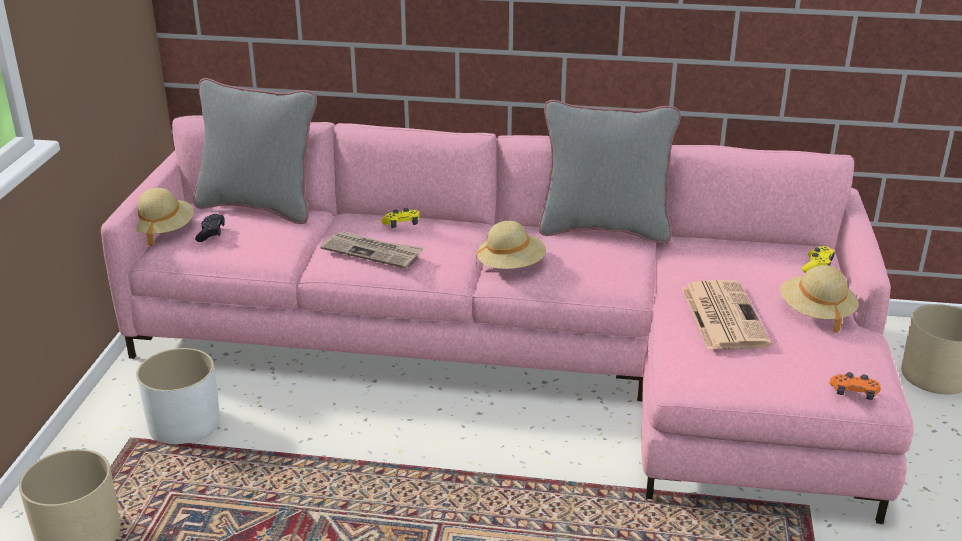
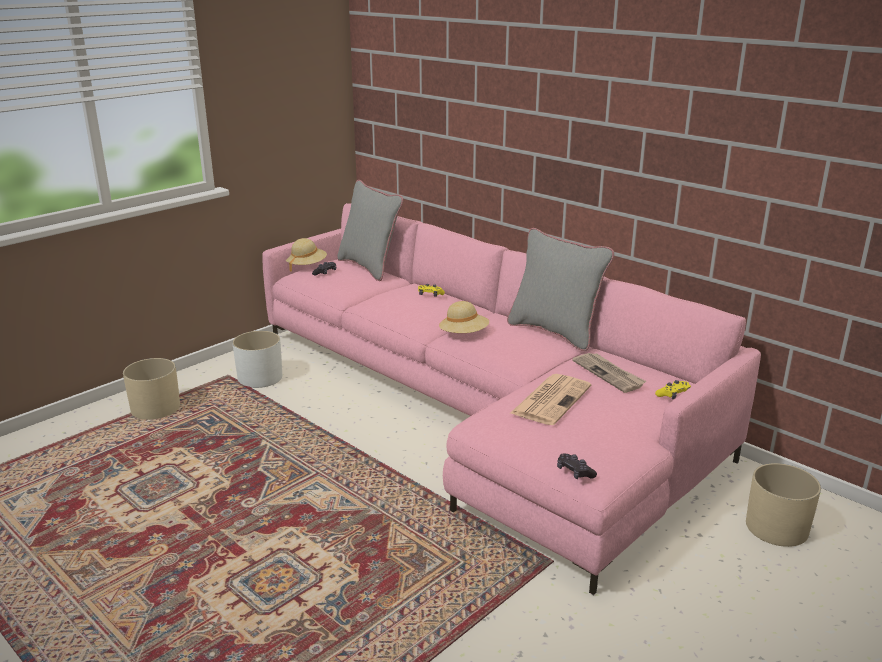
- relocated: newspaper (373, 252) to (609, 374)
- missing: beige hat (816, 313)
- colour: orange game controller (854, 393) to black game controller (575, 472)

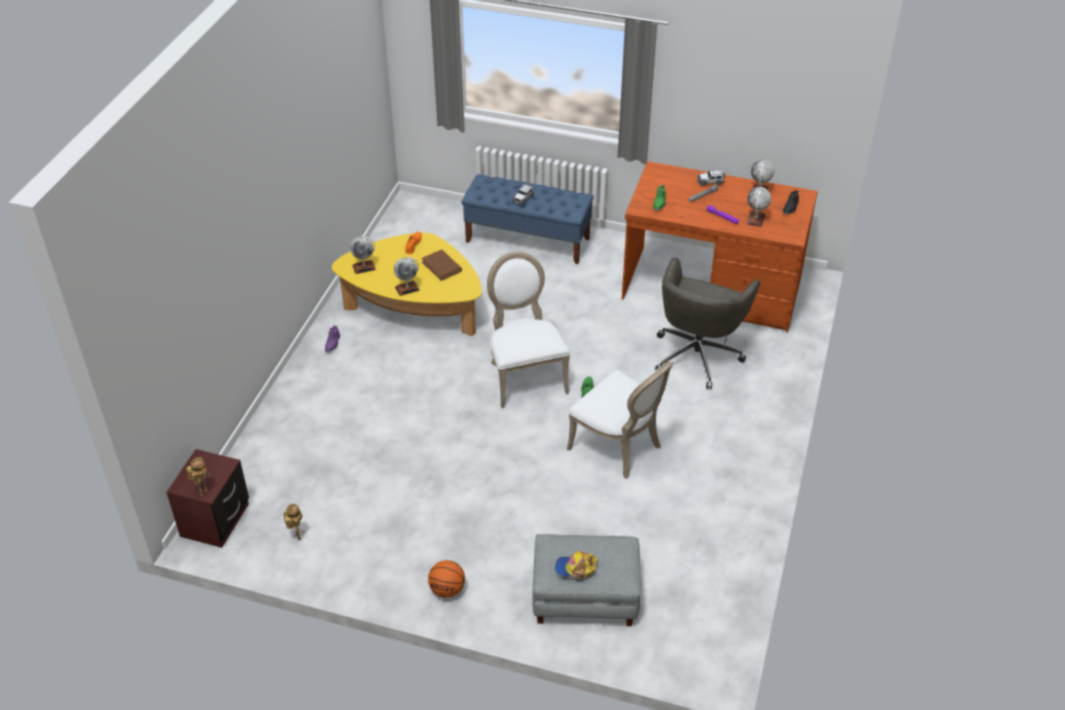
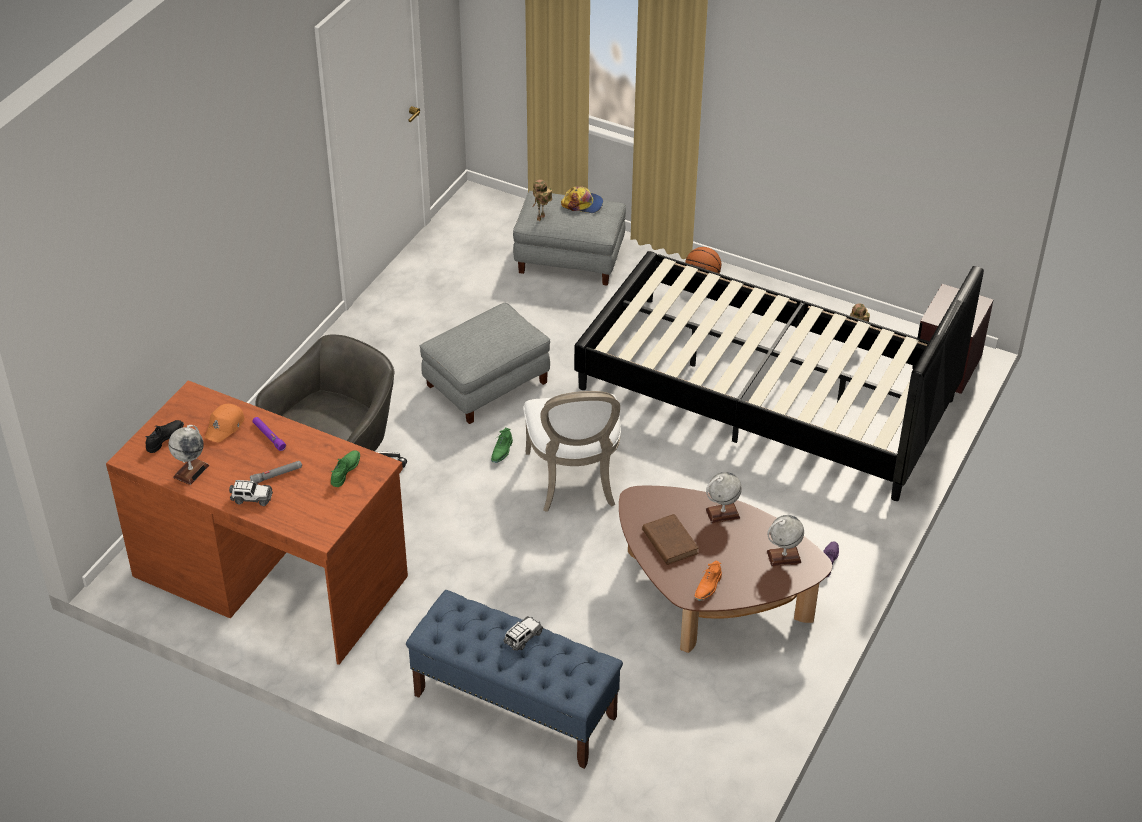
- exchanged: globe (756, 219) to orange cap (225, 427)
- colour: yellow coffee table (414, 310) to brown coffee table (710, 600)
- exchanged: white chair (619, 447) to grey ottoman (486, 383)
- relocated: toy robot (203, 491) to (541, 219)
- appeared: black bed (766, 395)

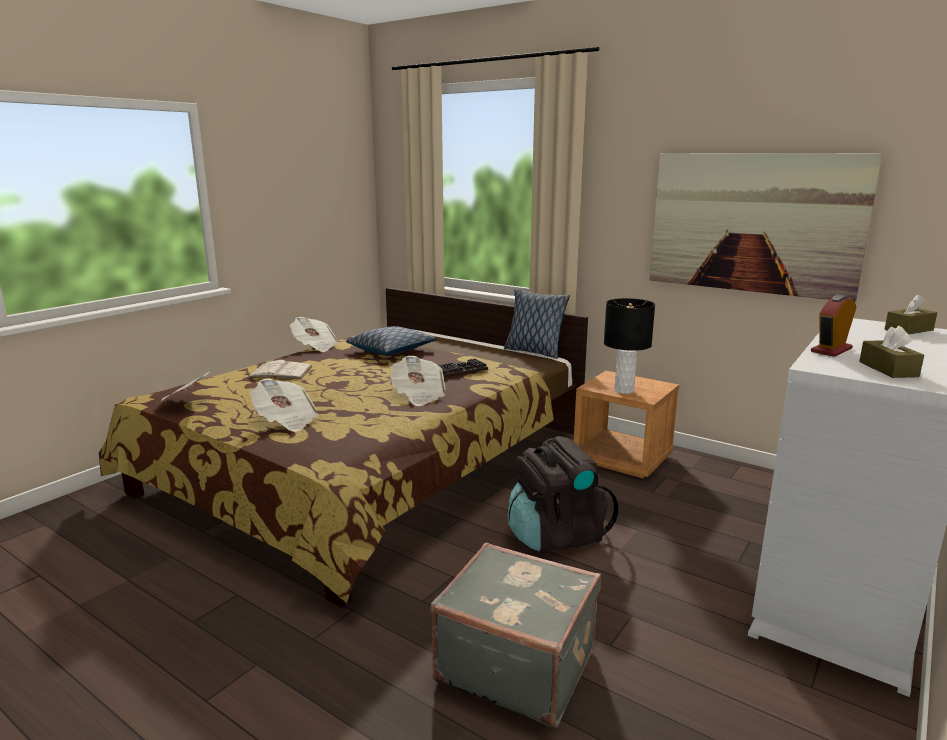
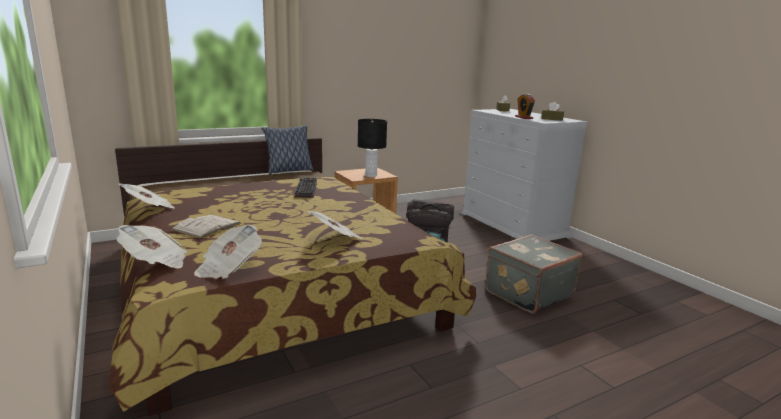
- missing: picture (754, 223)
- missing: pillow (391, 350)
- relocated: newspaper (418, 395) to (156, 262)

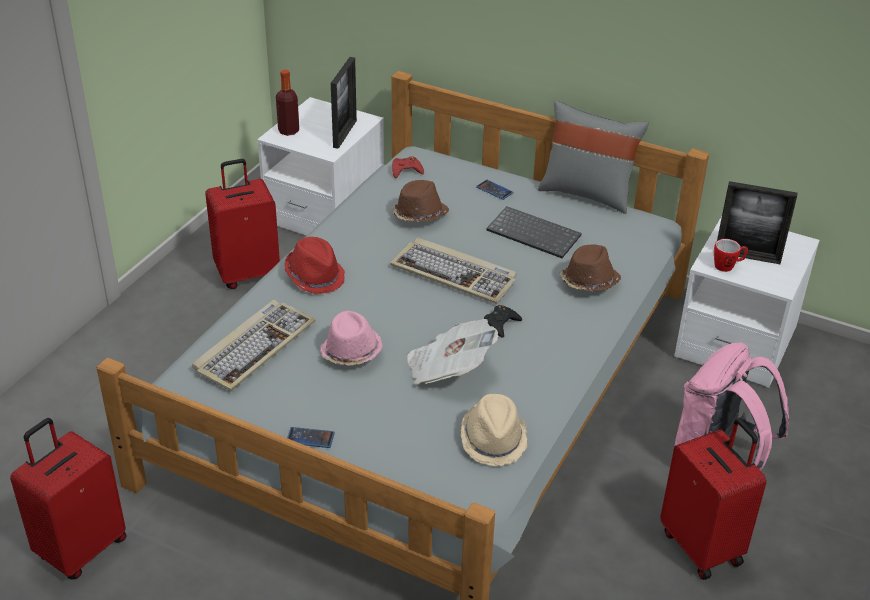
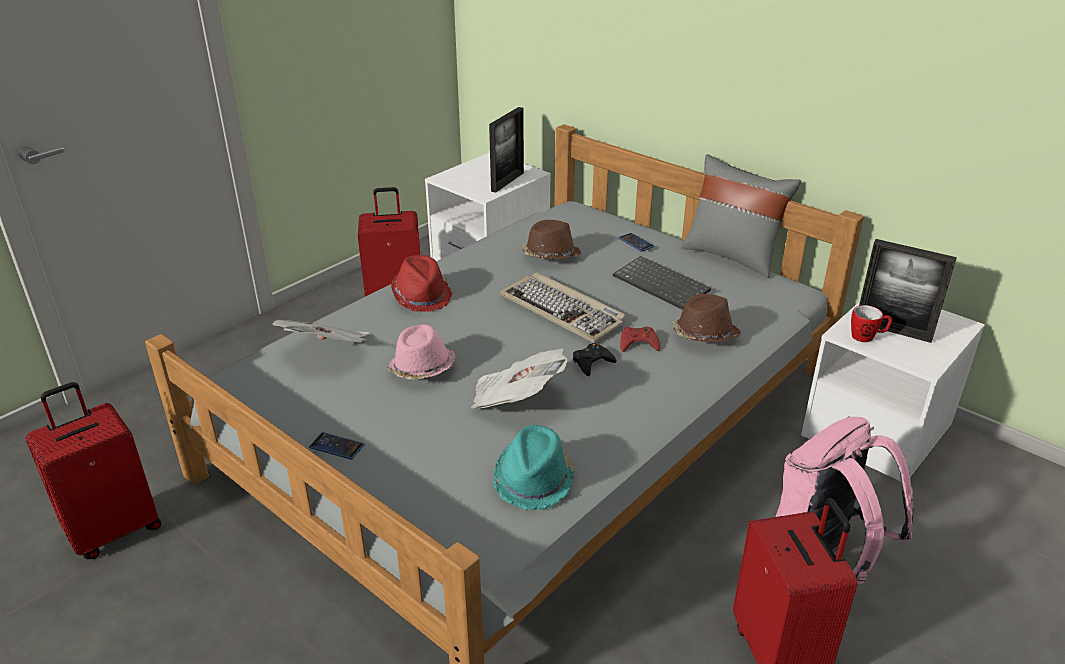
- missing: bottle (288, 131)
- relocated: red game controller (406, 170) to (638, 343)
- exchanged: keyboard (254, 347) to newspaper (328, 351)
- colour: beige hat (493, 439) to turquoise hat (534, 479)

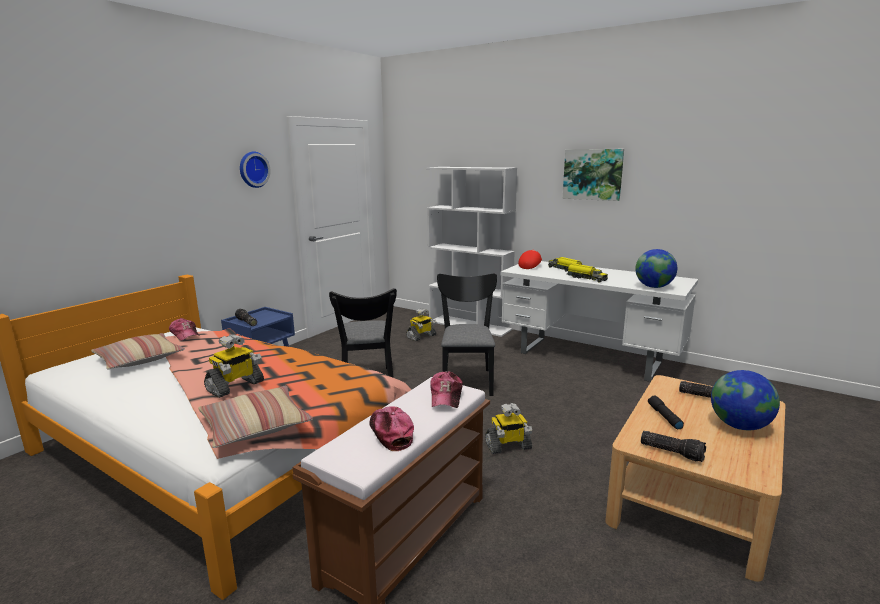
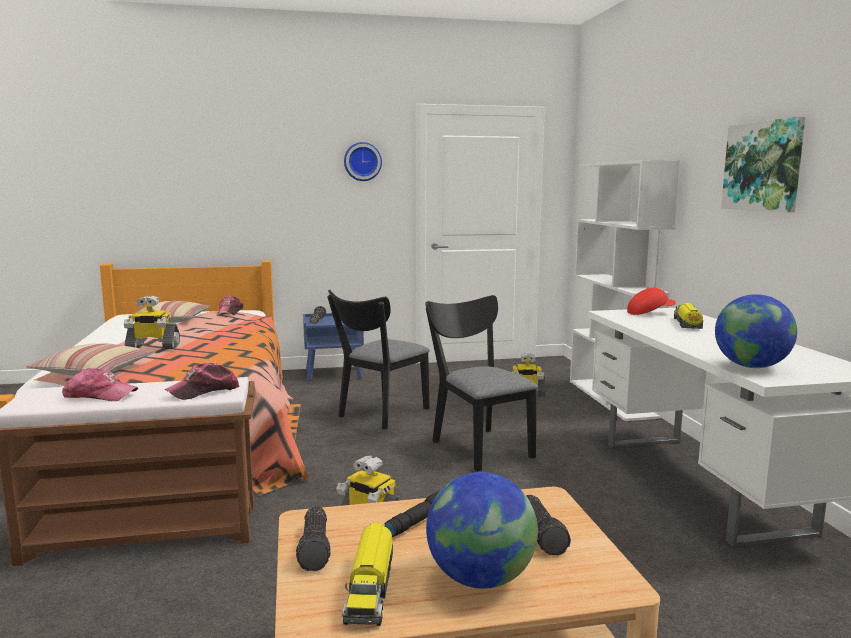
- relocated: toy truck (586, 278) to (370, 587)
- spun: black chair (467, 379) = (478, 446) 75 degrees counterclockwise
- spun: cap (390, 433) = (100, 395) 75 degrees clockwise

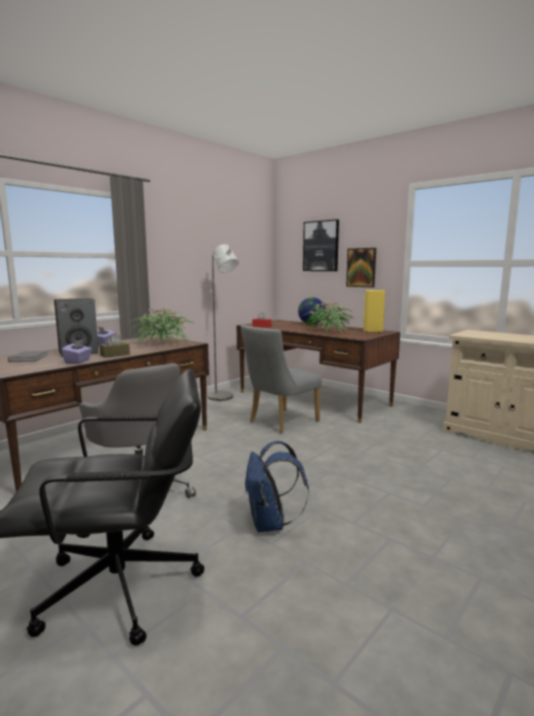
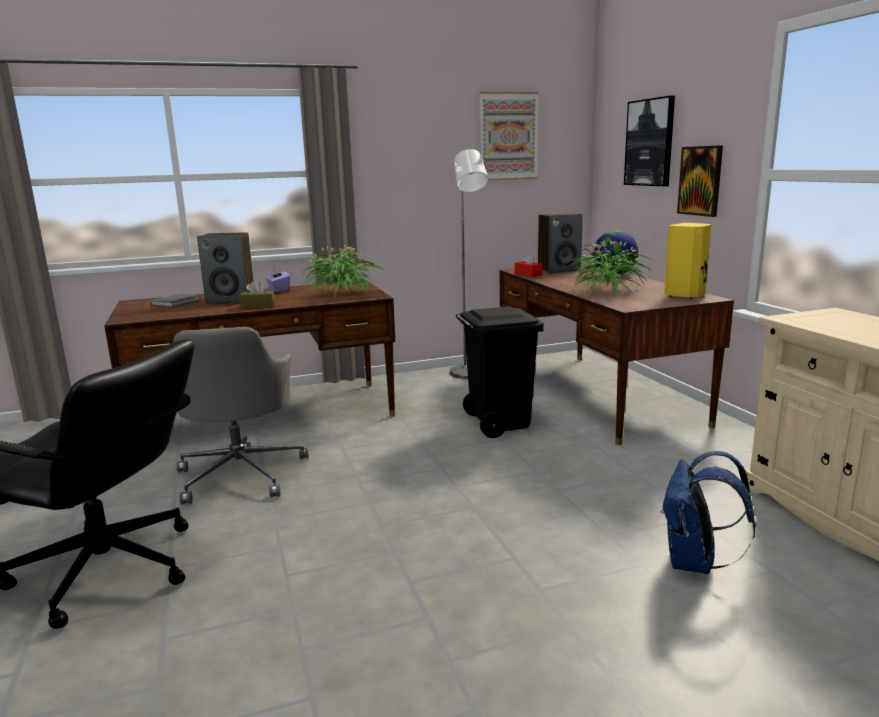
- exchanged: grey chair (279, 422) to black trash can (498, 423)
- missing: purple tissue box (78, 361)
- relocated: blue backpack (270, 524) to (695, 563)
- appeared: picture (508, 136)
- appeared: speaker (559, 270)

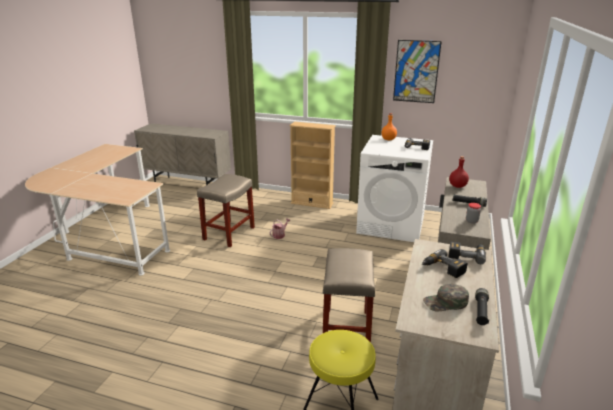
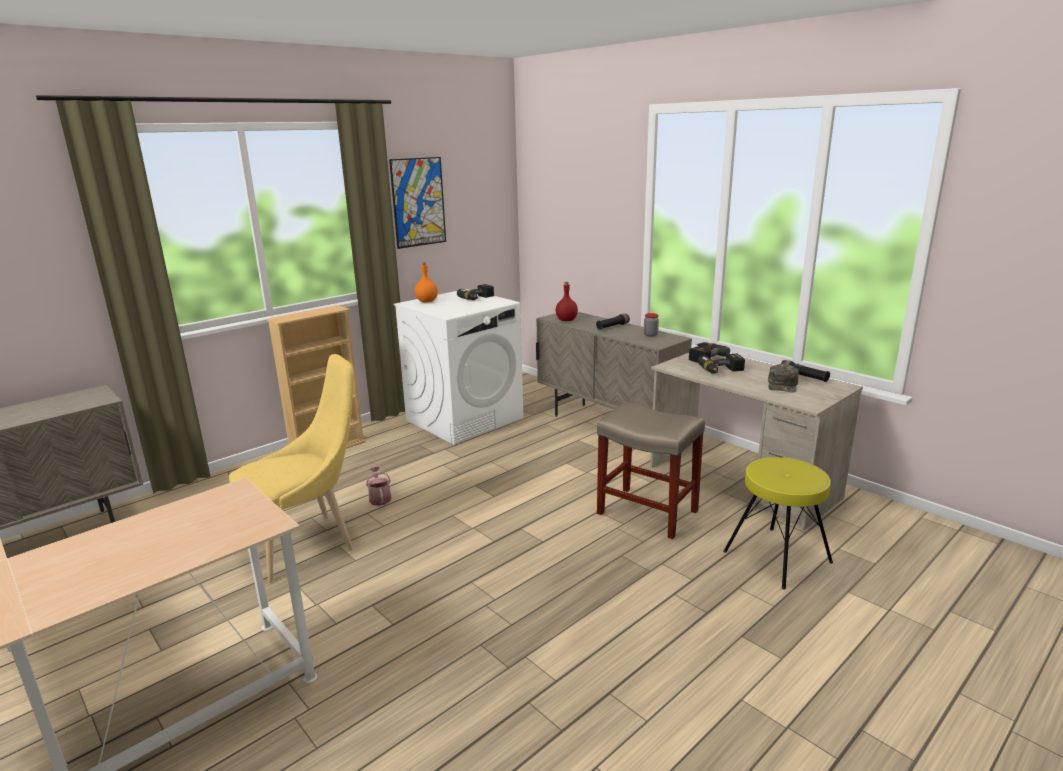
- exchanged: beige stool (229, 234) to yellow chair (308, 543)

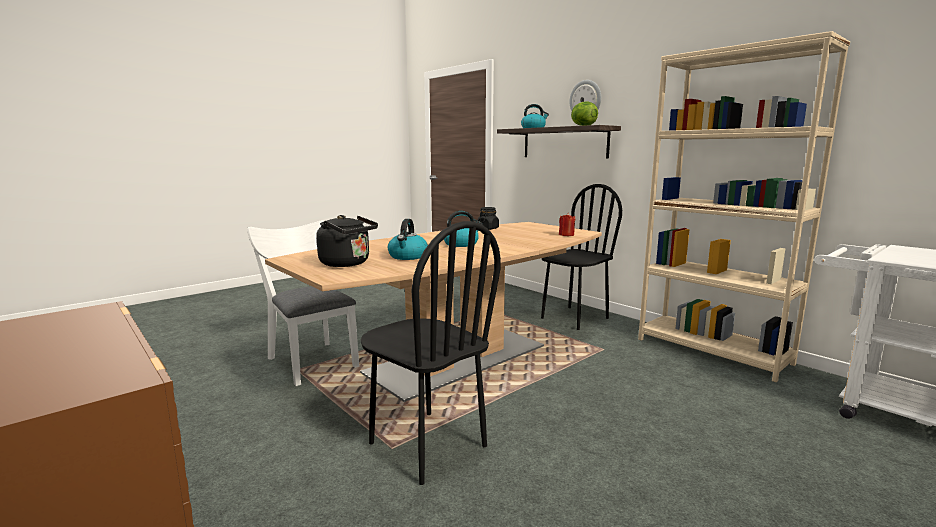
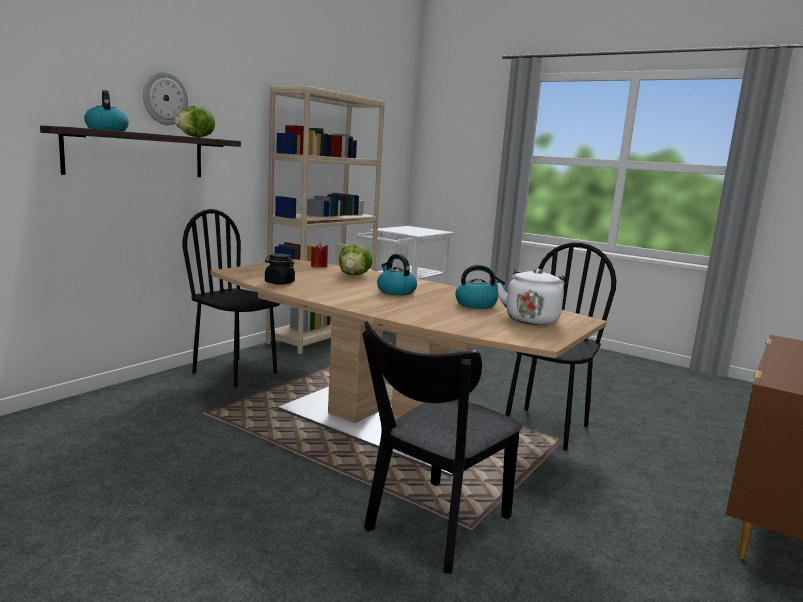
- colour: black kettle (347, 264) to white kettle (531, 319)
- colour: white chair (310, 360) to black chair (433, 527)
- appeared: lettuce (354, 275)

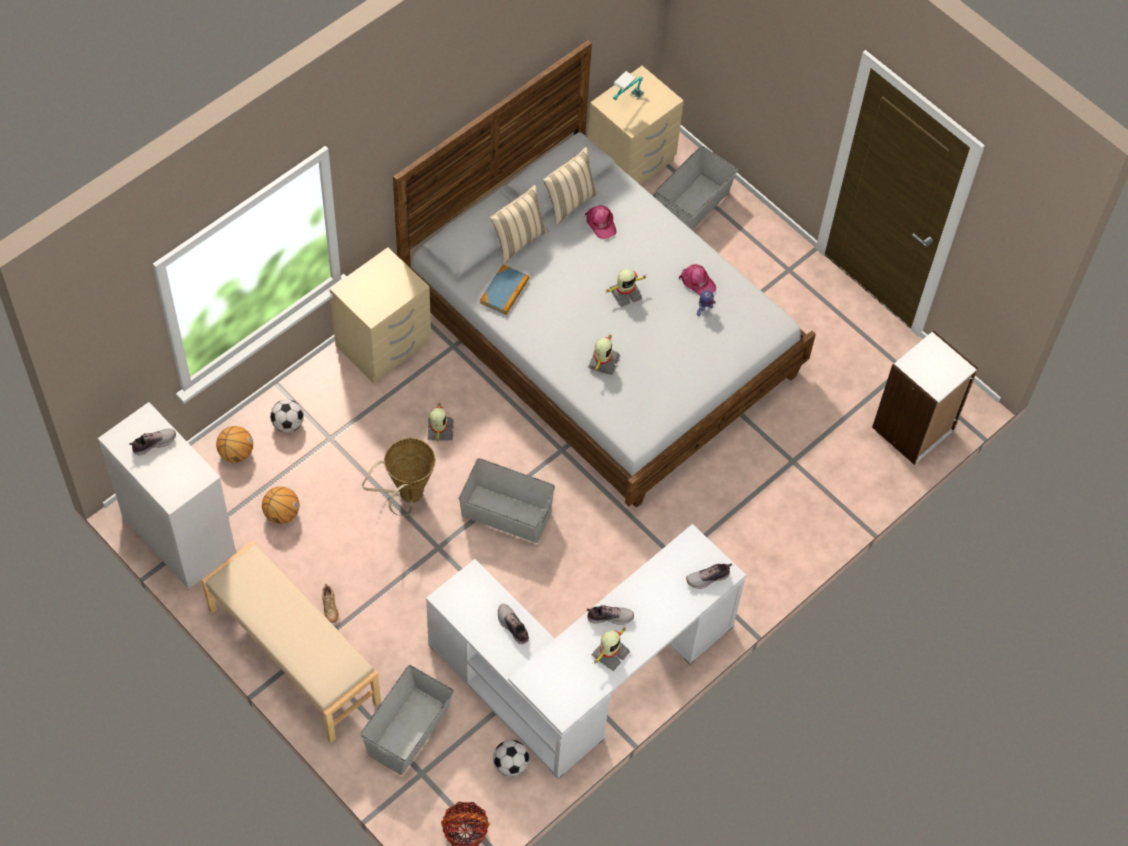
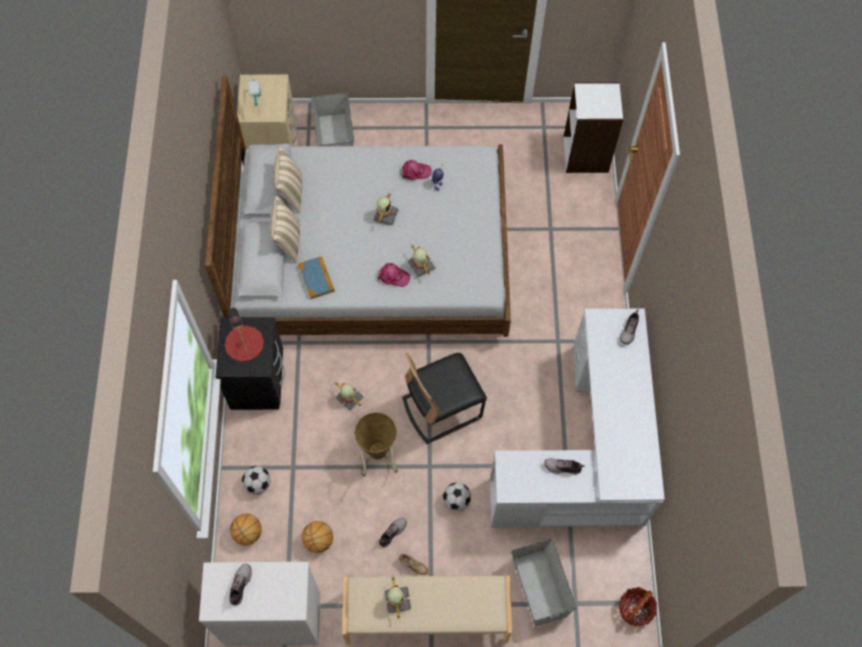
- relocated: pink cap (600, 223) to (393, 276)
- colour: beige nightstand (384, 345) to black nightstand (258, 381)
- exchanged: grey storage box (506, 513) to black chair (442, 408)
- relocated: shoe (609, 616) to (392, 533)
- relocated: toy robot (609, 653) to (396, 600)
- relocated: football (510, 764) to (456, 500)
- appeared: red table lamp (244, 343)

